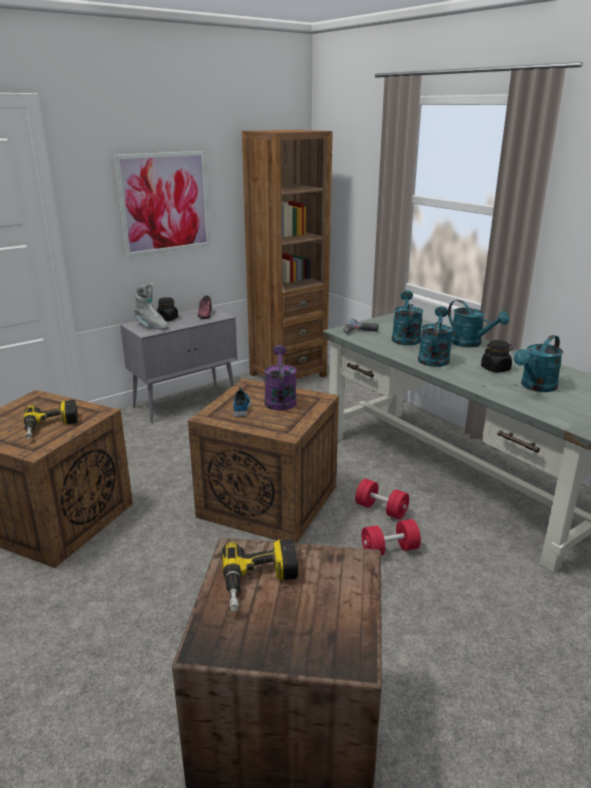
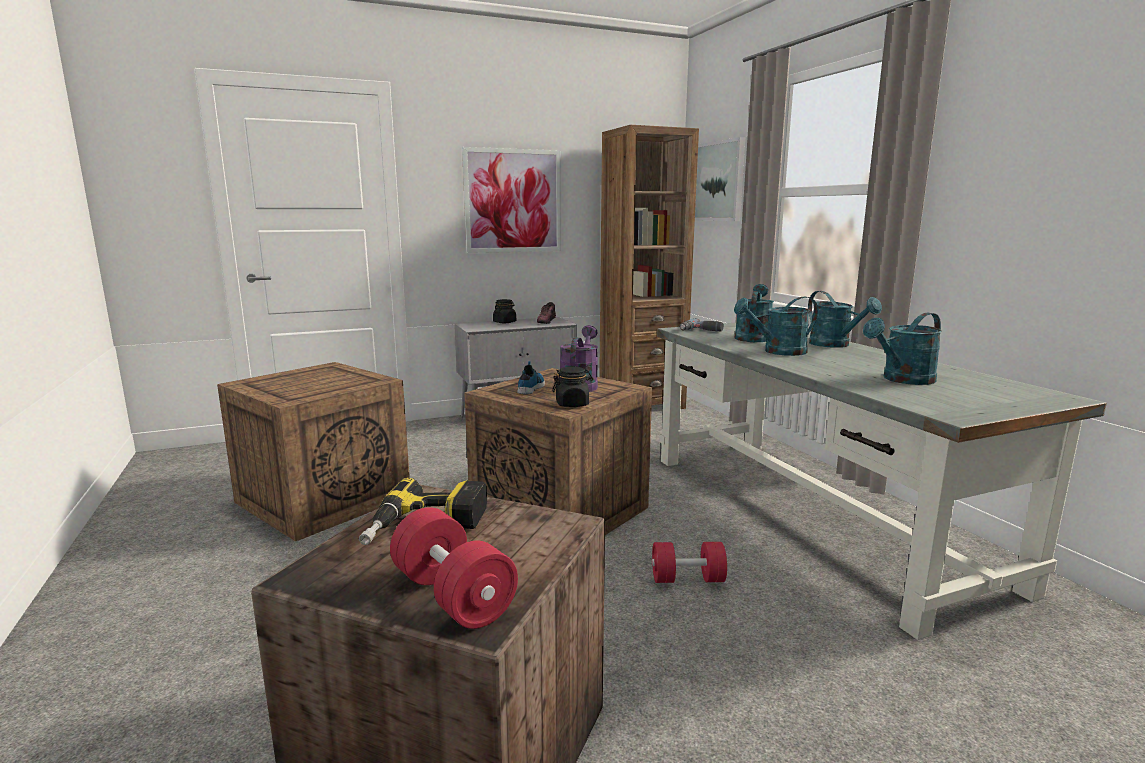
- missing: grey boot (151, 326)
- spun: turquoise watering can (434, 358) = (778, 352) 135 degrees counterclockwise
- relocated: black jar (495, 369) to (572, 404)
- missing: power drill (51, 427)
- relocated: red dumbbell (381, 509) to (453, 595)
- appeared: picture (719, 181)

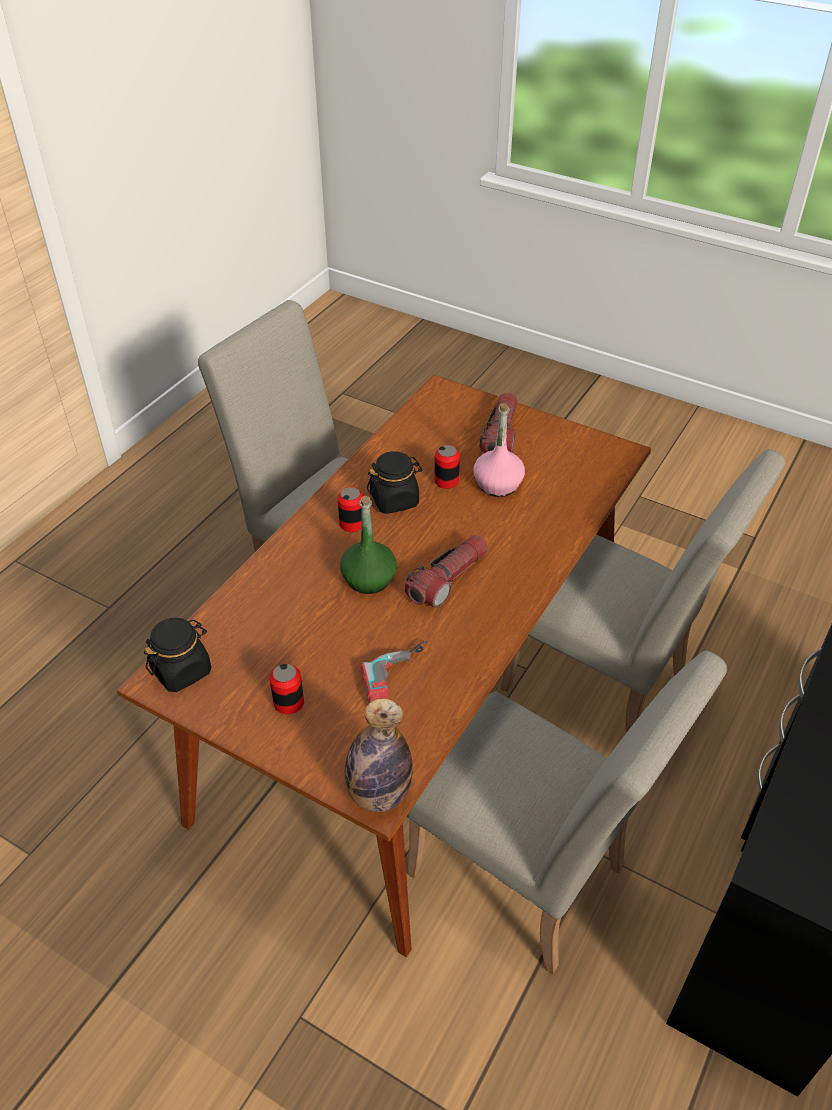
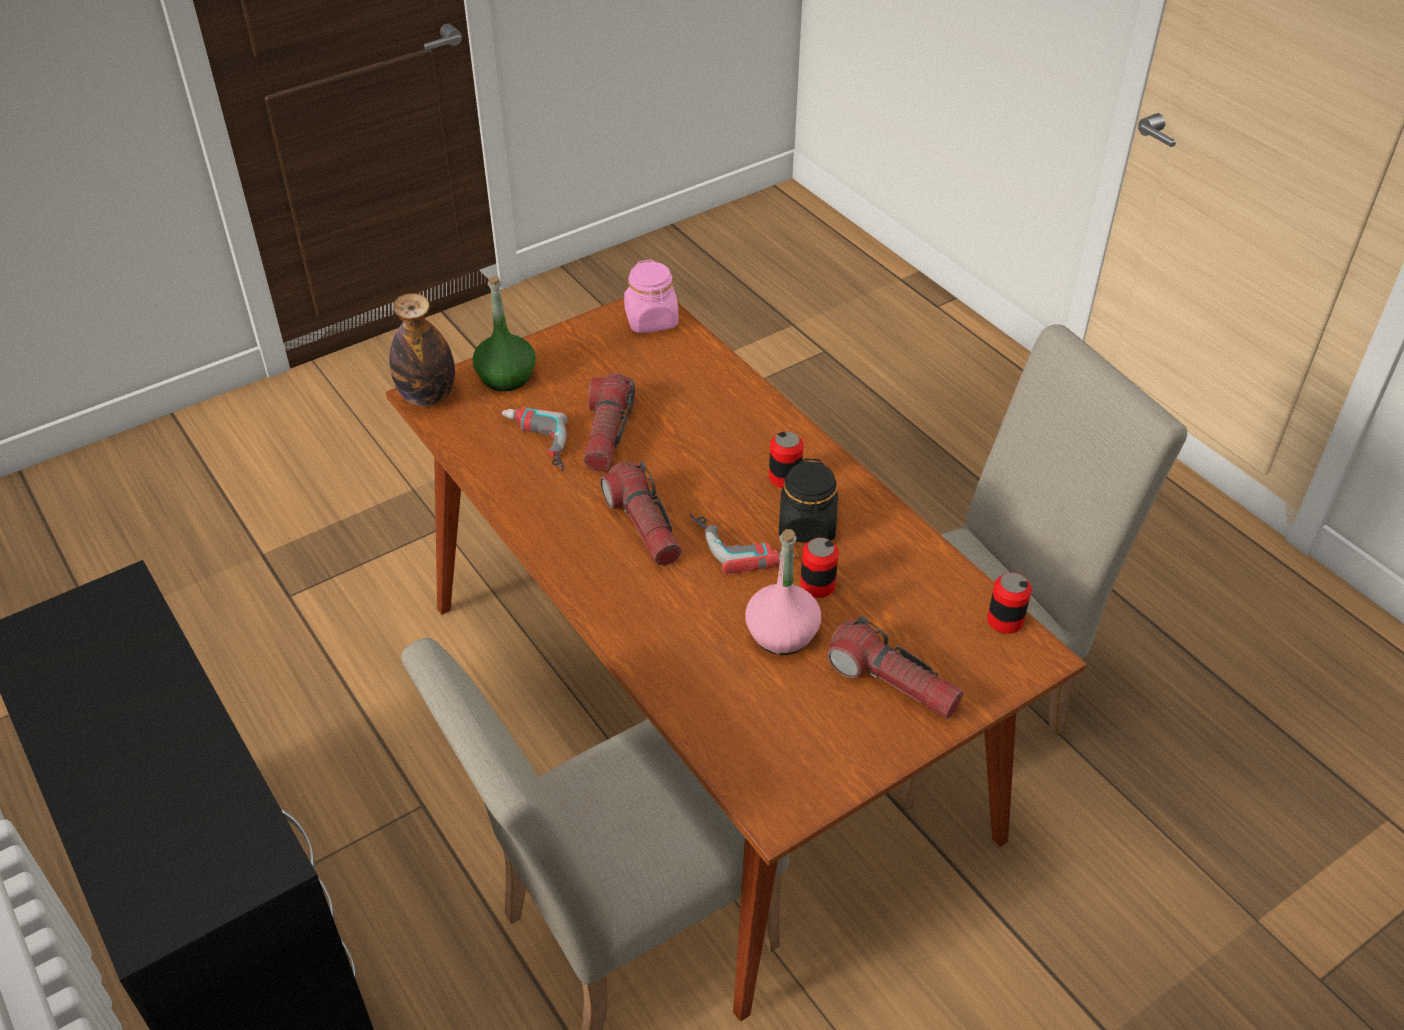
- relocated: green bottle (369, 579) to (506, 377)
- colour: black jar (182, 670) to pink jar (651, 320)
- missing: beige chair (529, 881)
- relocated: can (289, 702) to (1005, 621)
- appeared: flashlight (607, 433)
- appeared: power drill (741, 543)

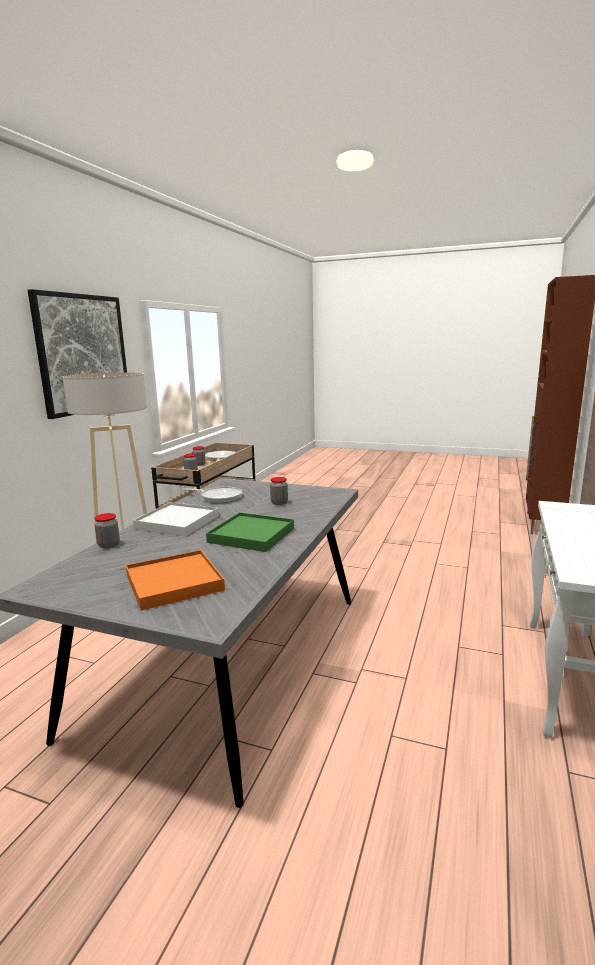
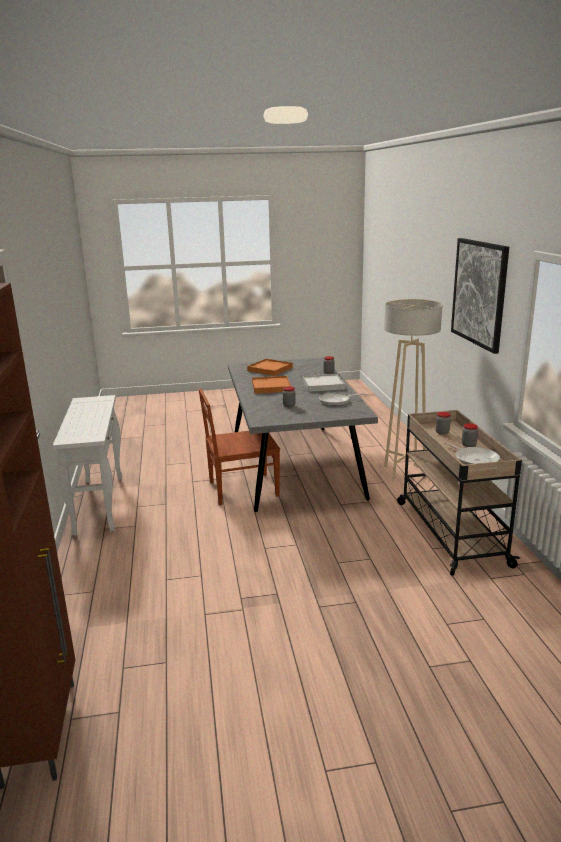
- colour: green tray (251, 535) to orange tray (271, 387)
- appeared: brown chair (241, 489)

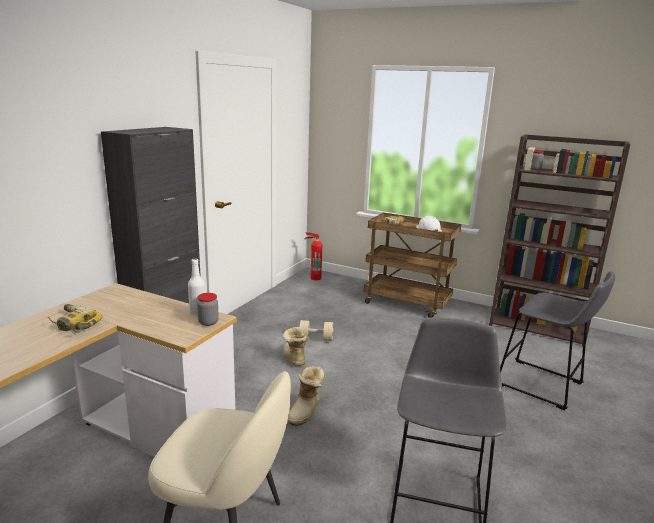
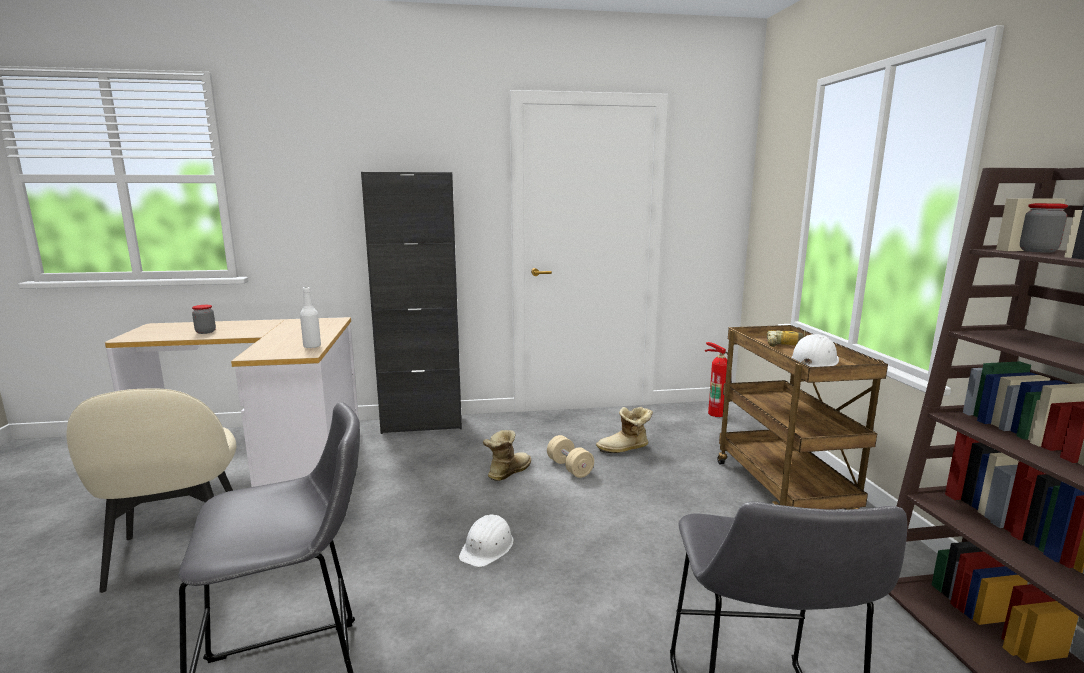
- relocated: jar (208, 322) to (205, 332)
- missing: power drill (73, 324)
- relocated: boot (306, 411) to (625, 449)
- appeared: white hard hat (487, 547)

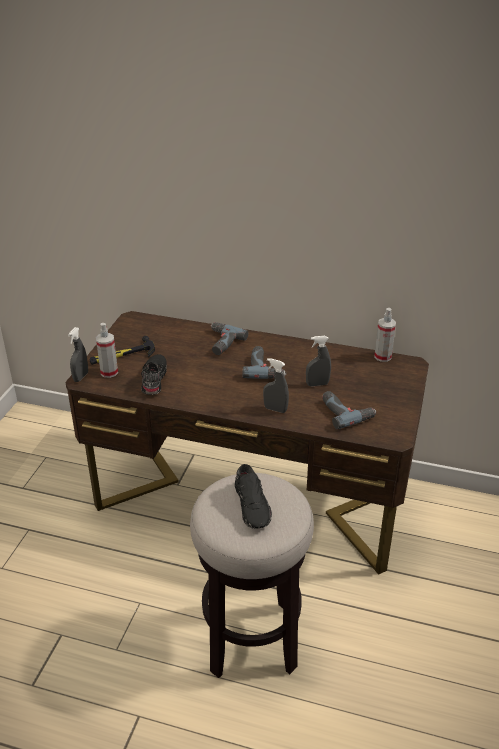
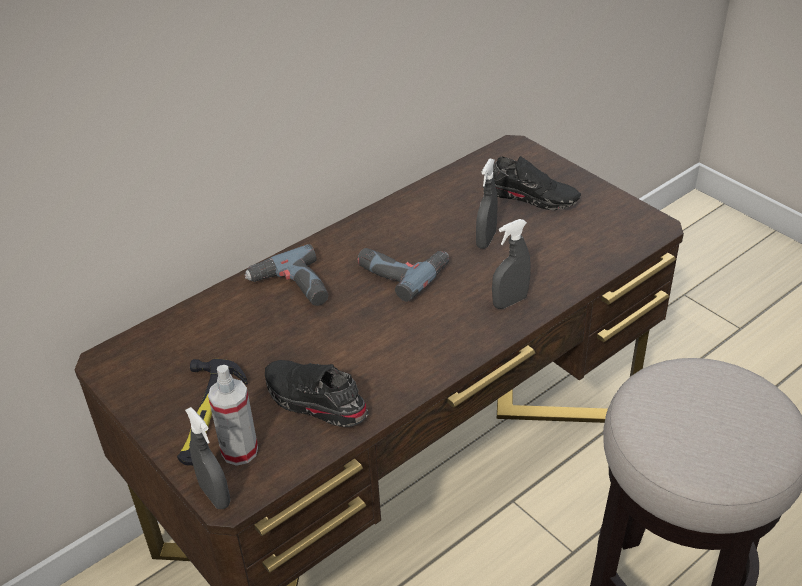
- missing: spray bottle (383, 356)
- missing: power drill (346, 412)
- relocated: black shoe (253, 505) to (531, 196)

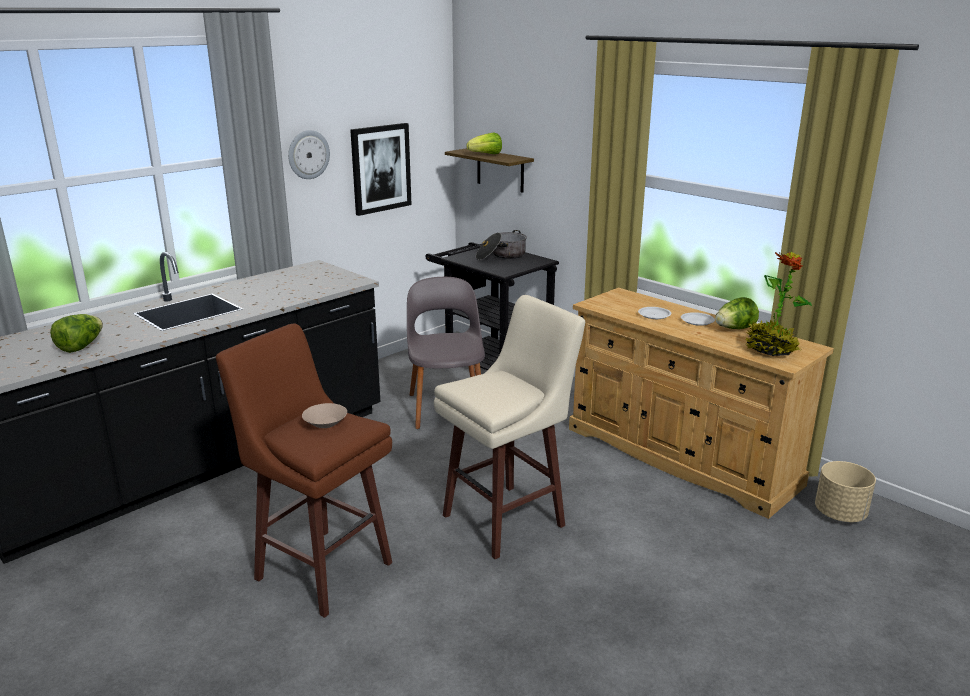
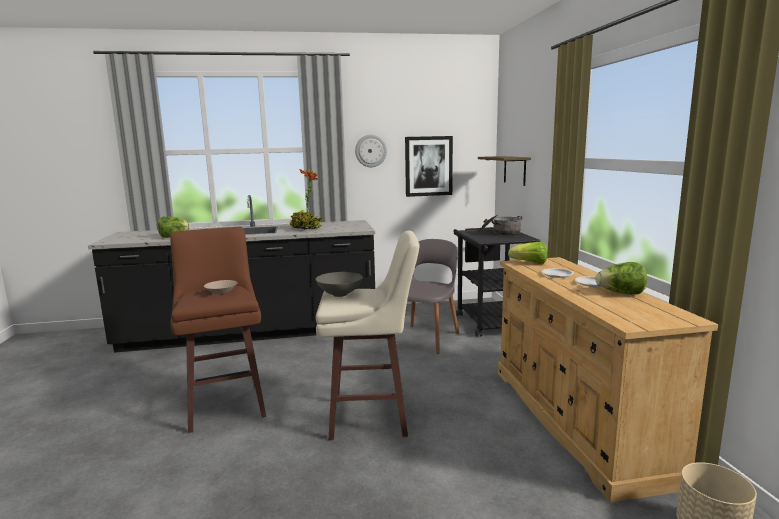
- relocated: lettuce (486, 154) to (529, 263)
- relocated: potted plant (771, 350) to (306, 228)
- appeared: grey bowl (339, 294)

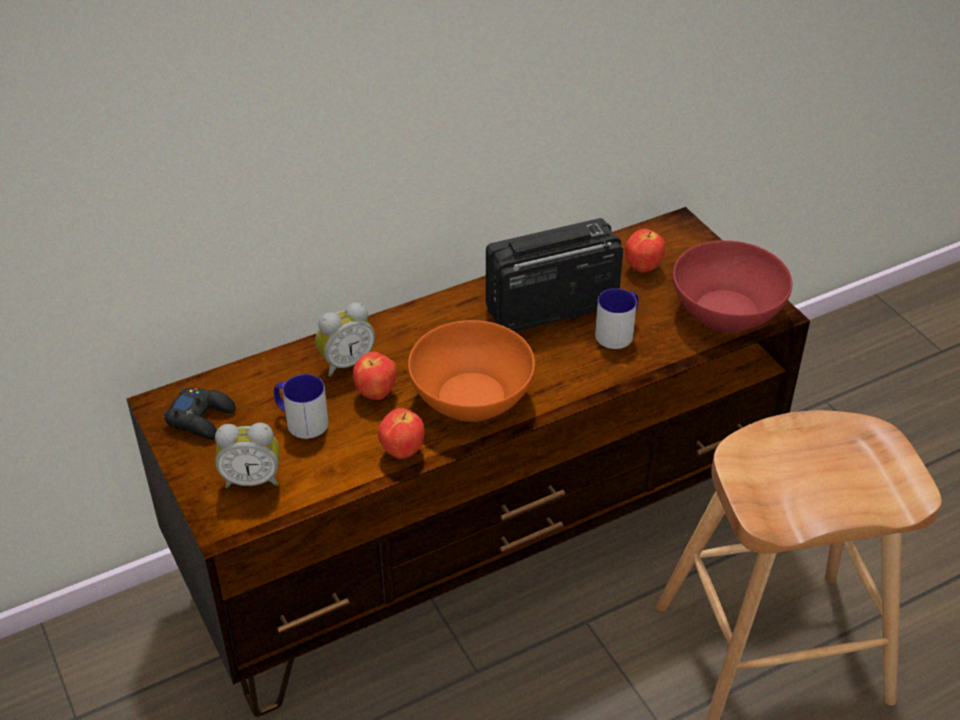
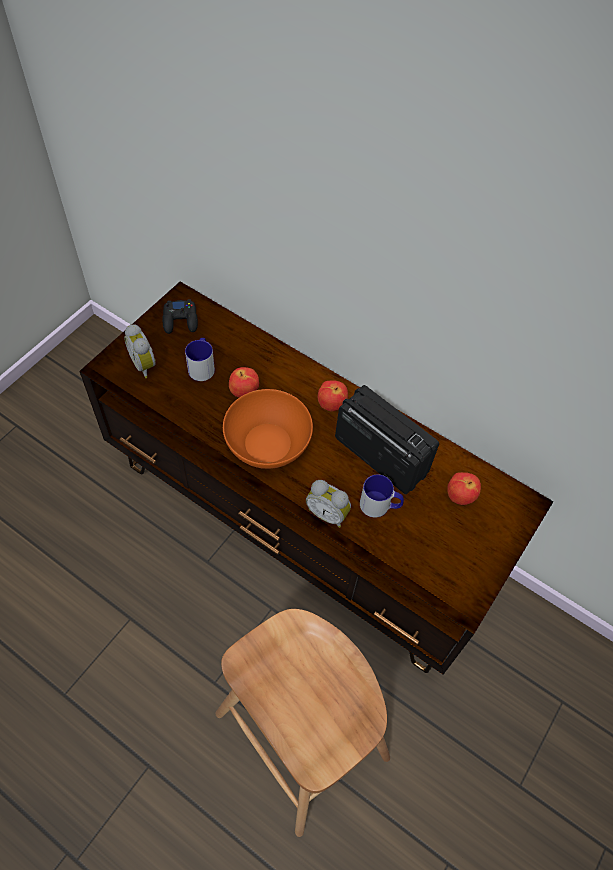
- missing: red bowl (725, 312)
- relocated: alarm clock (346, 362) to (328, 513)
- relocated: apple (402, 451) to (331, 405)

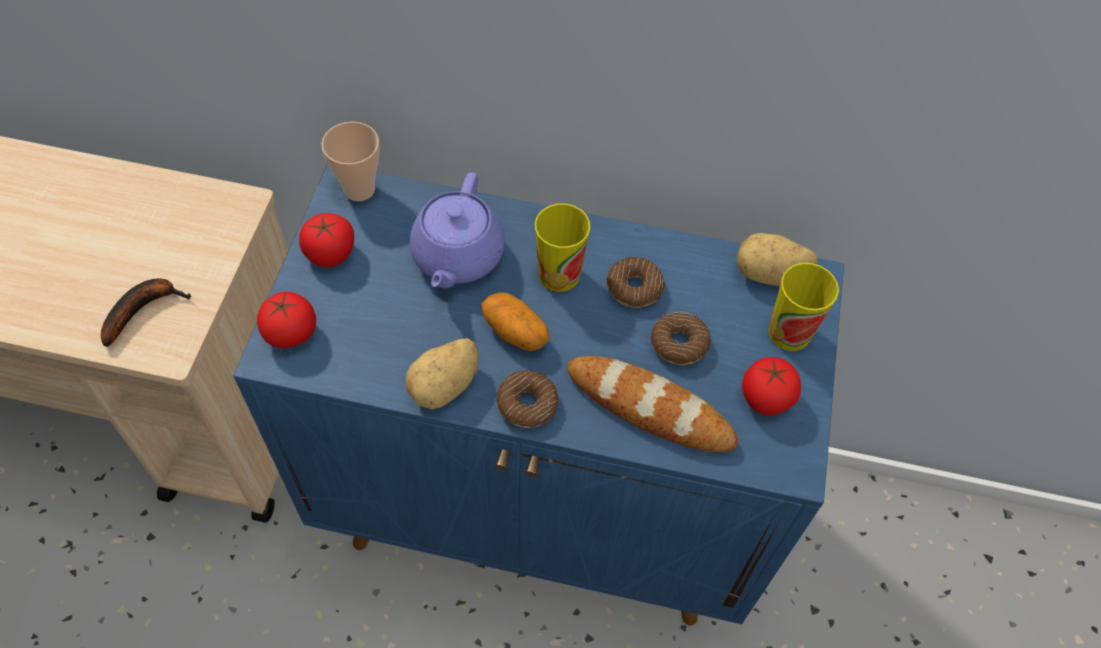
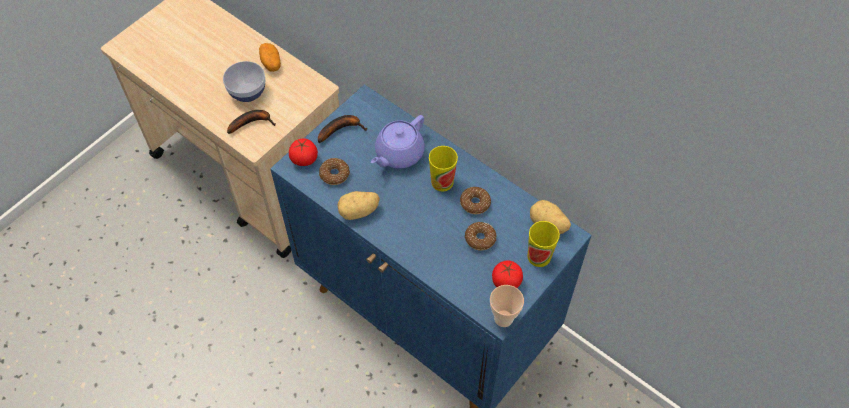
- relocated: cup (359, 189) to (503, 318)
- exchanged: tomato (330, 253) to banana (341, 129)
- relocated: potato (515, 332) to (271, 63)
- missing: bread (650, 408)
- relocated: donut (527, 404) to (334, 174)
- appeared: bowl (247, 93)

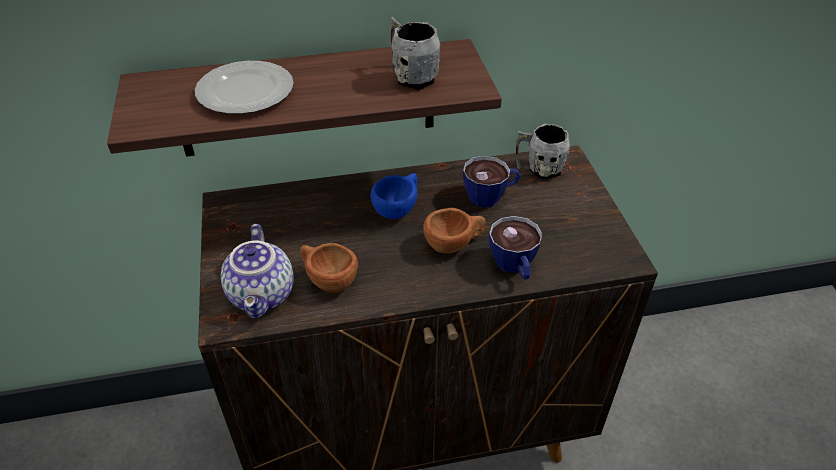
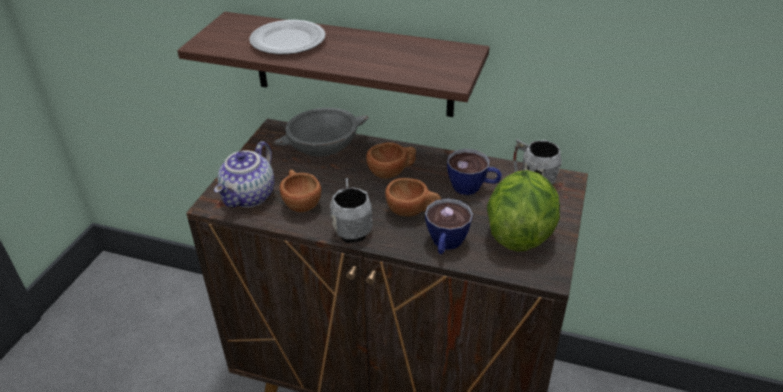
- relocated: grey mug (411, 76) to (352, 228)
- colour: blue cup (398, 208) to brown cup (392, 172)
- appeared: grey bowl (323, 146)
- appeared: lettuce (519, 232)

